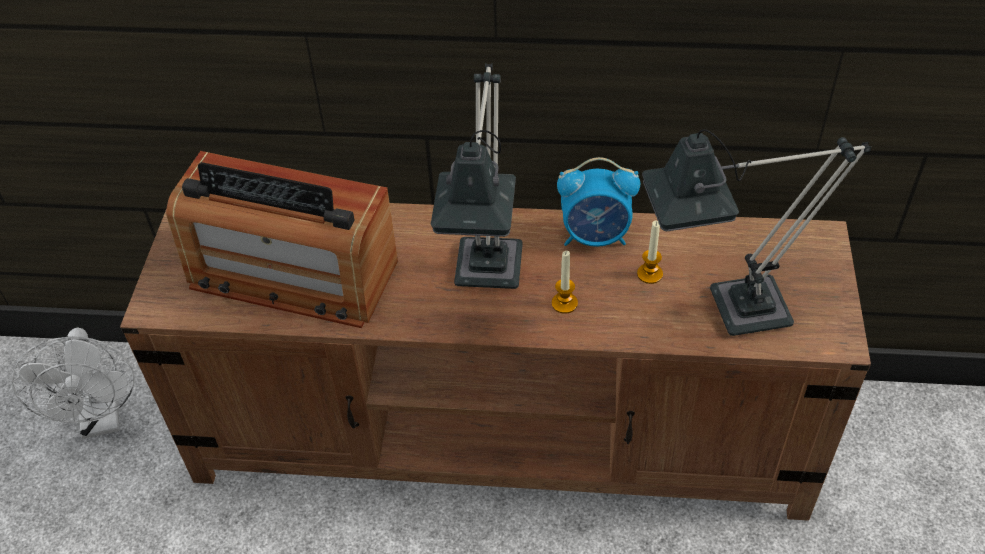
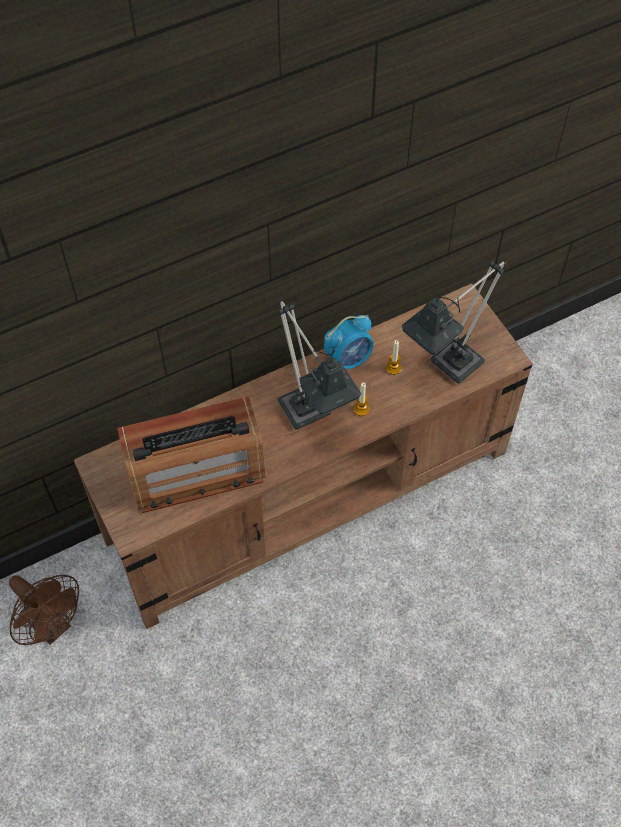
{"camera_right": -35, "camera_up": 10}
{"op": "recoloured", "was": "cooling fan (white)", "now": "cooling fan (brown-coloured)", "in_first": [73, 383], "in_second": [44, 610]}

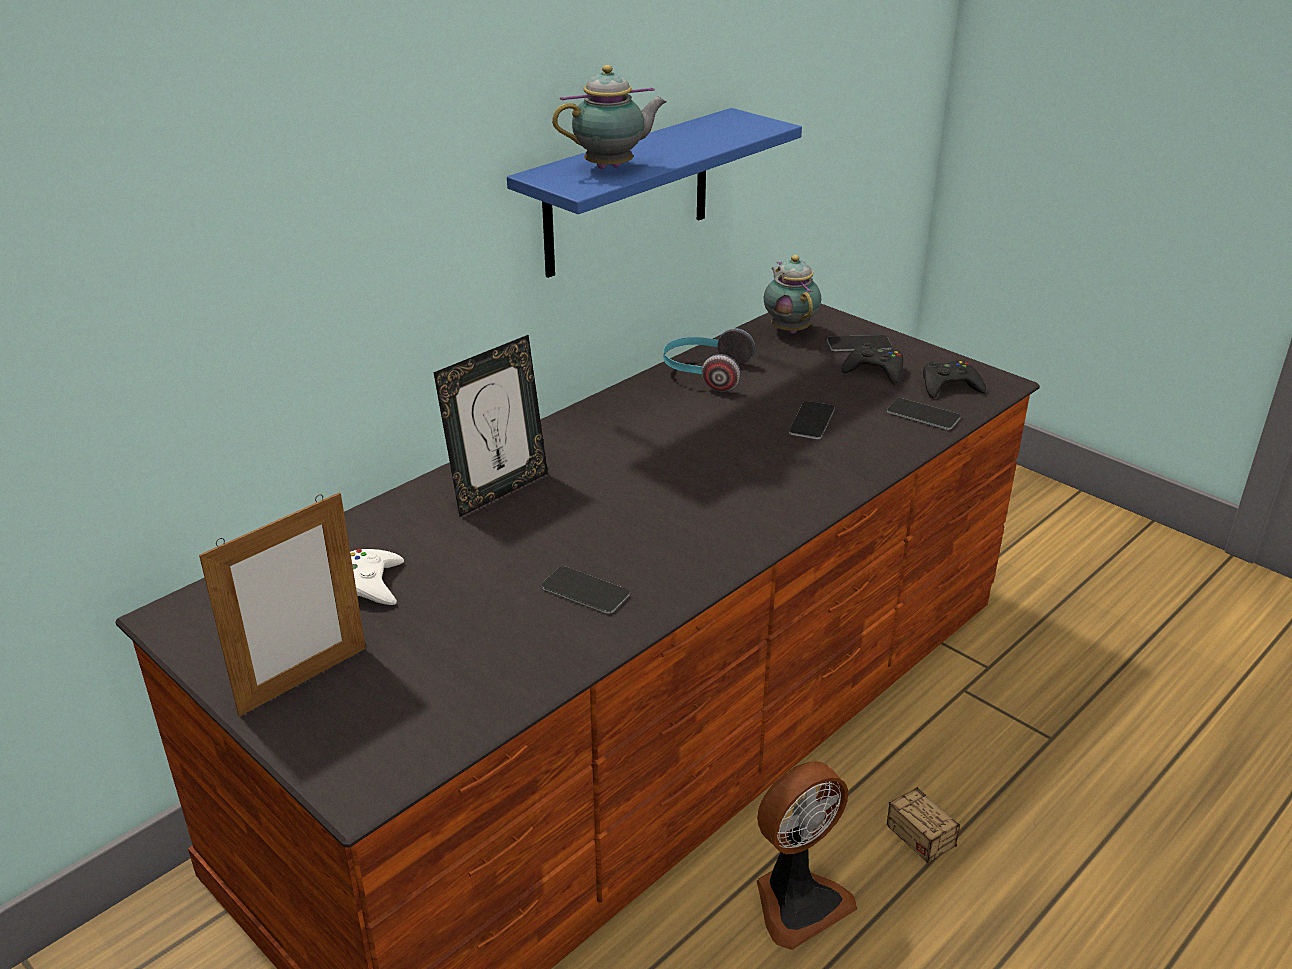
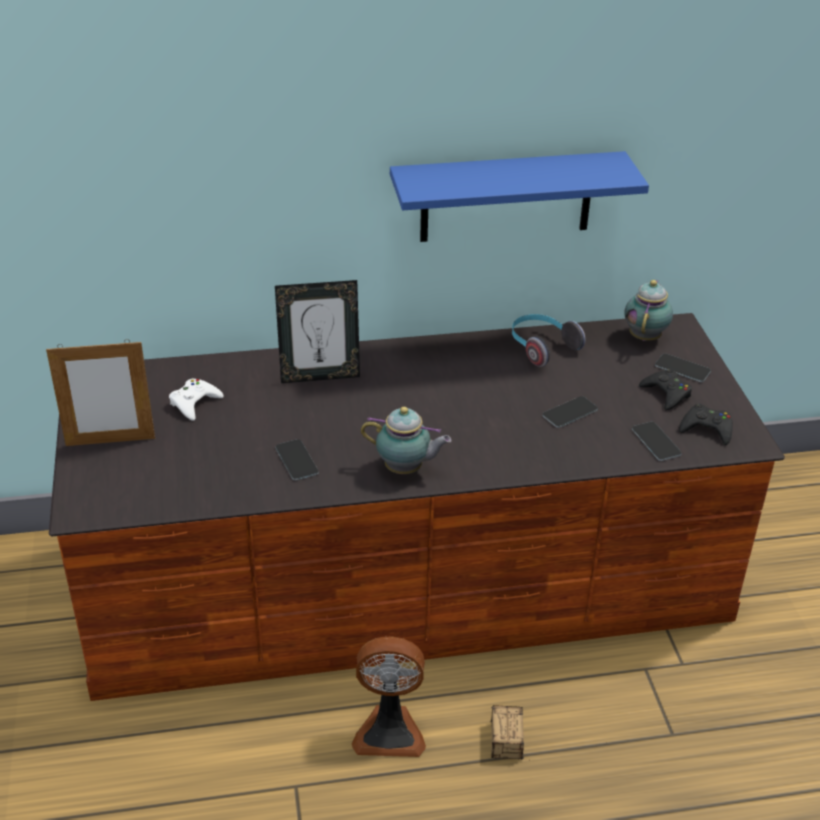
{"camera_right": 35, "camera_up": 5}
{"op": "moved", "was": "tea pot", "in_first": [609, 117], "in_second": [406, 440]}

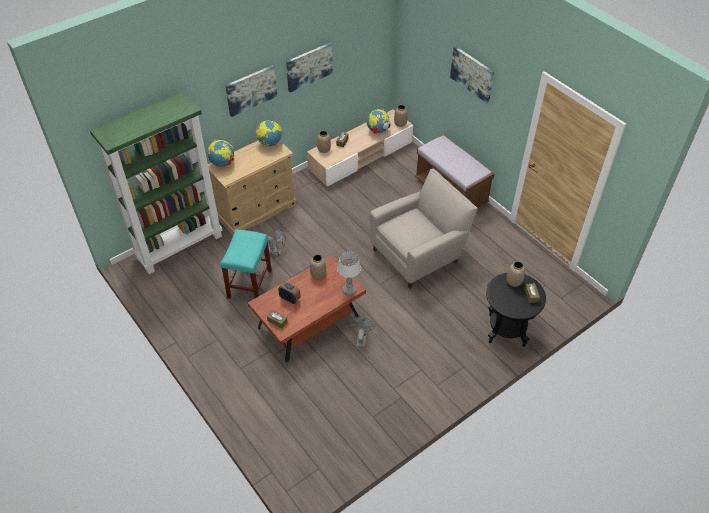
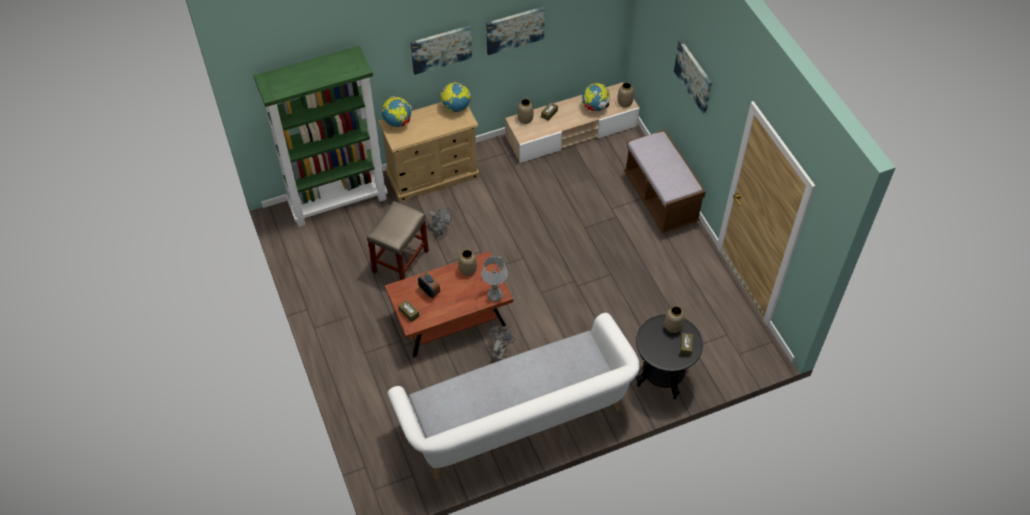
{"camera_right": 15, "camera_up": 5}
{"op": "removed", "was": "lounge chair (beige)", "in_first": [423, 229]}
{"op": "added", "now": "settee (white)", "in_second": [513, 396]}
{"op": "recoloured", "was": "stool (blue-green)", "now": "stool (beige)", "in_first": [246, 264], "in_second": [398, 240]}

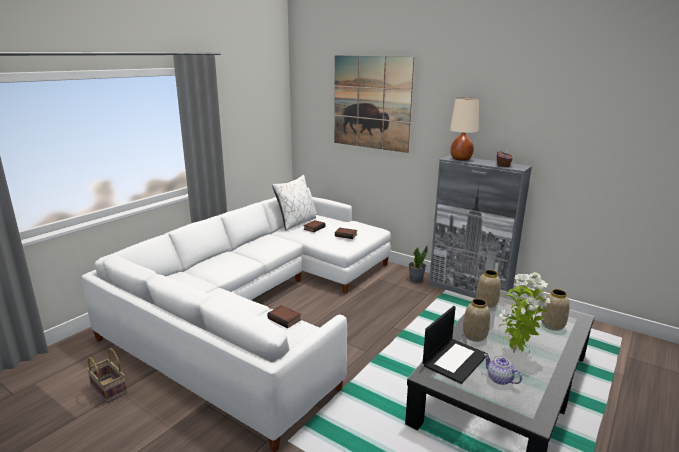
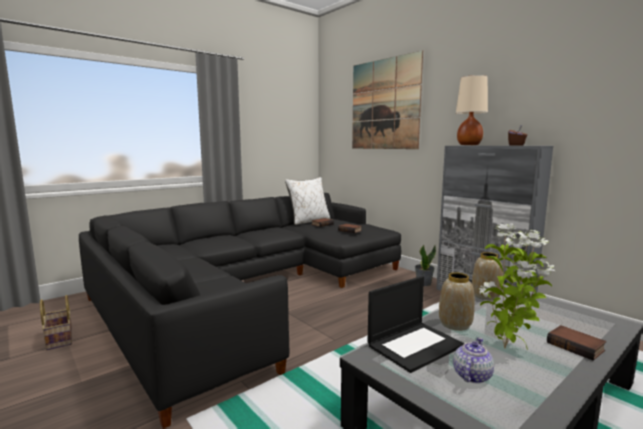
{"camera_right": 15, "camera_up": -10}
{"op": "removed", "was": "flower vase", "in_first": [555, 310]}
{"op": "moved", "was": "volume", "in_first": [284, 316], "in_second": [576, 343]}
{"op": "recoloured", "was": "settee (white)", "now": "settee (black-coloured)", "in_first": [236, 320], "in_second": [240, 311]}
{"op": "turned", "was": "tea pot", "in_first": [502, 369], "in_second": [473, 360], "clockwise": 60}

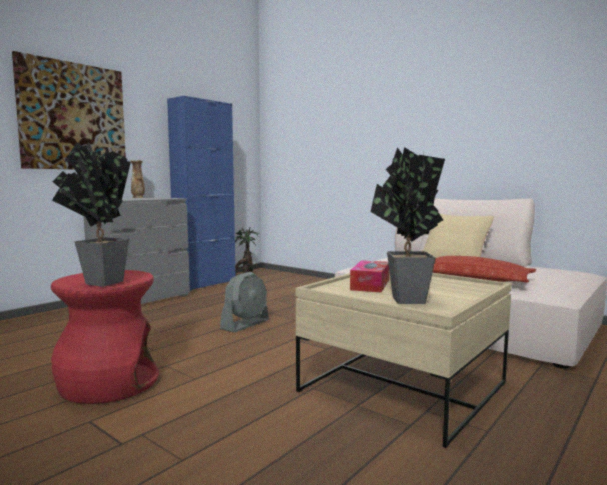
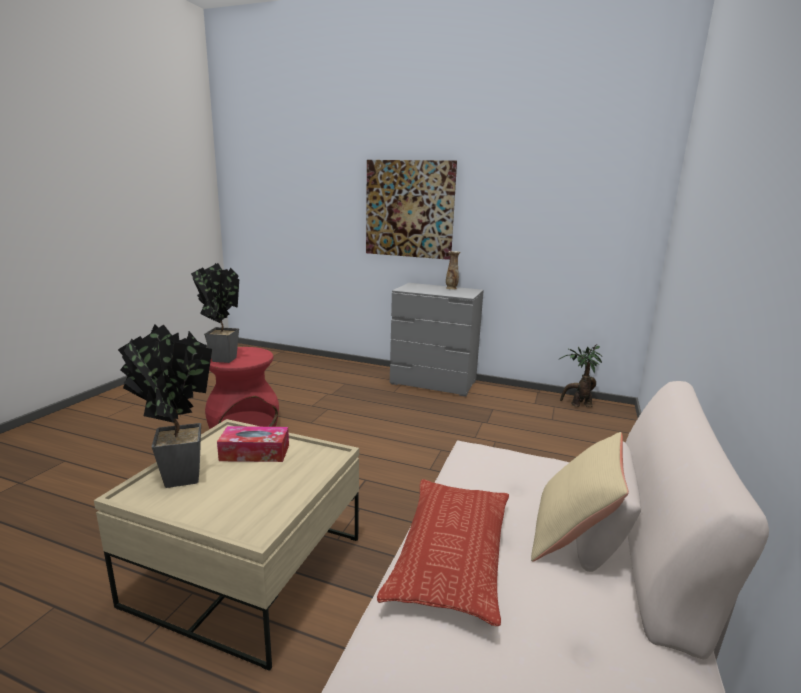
{"camera_right": 70, "camera_up": 10}
{"op": "removed", "was": "cupboard (blue)", "in_first": [201, 193]}
{"op": "removed", "was": "cooling fan (gray)", "in_first": [244, 302]}

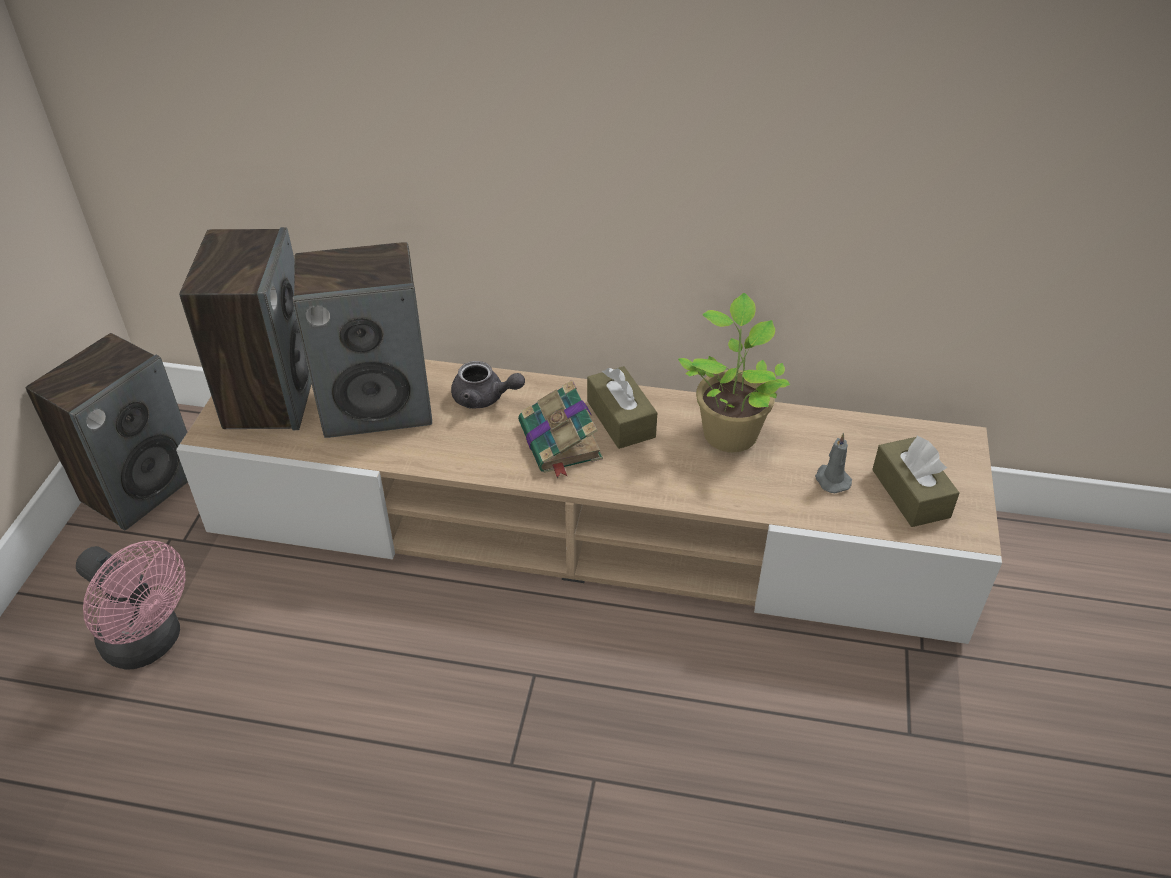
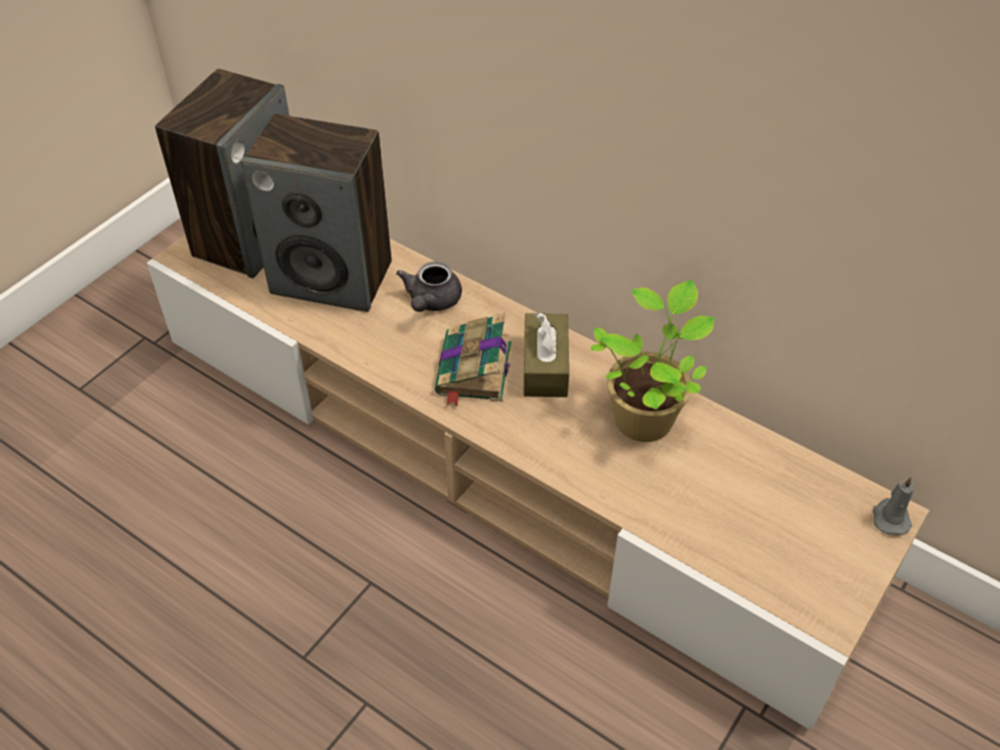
{"camera_right": 25, "camera_up": 5}
{"op": "removed", "was": "audio speaker", "in_first": [107, 431]}
{"op": "removed", "was": "cooling fan (pink)", "in_first": [131, 605]}
{"op": "removed", "was": "tissue box (brown-coloured)", "in_first": [916, 481]}
{"op": "moved", "was": "wax candle (gray)", "in_first": [833, 463], "in_second": [893, 505]}
{"op": "turned", "was": "tea pot (gray)", "in_first": [488, 385], "in_second": [429, 287], "clockwise": 60}

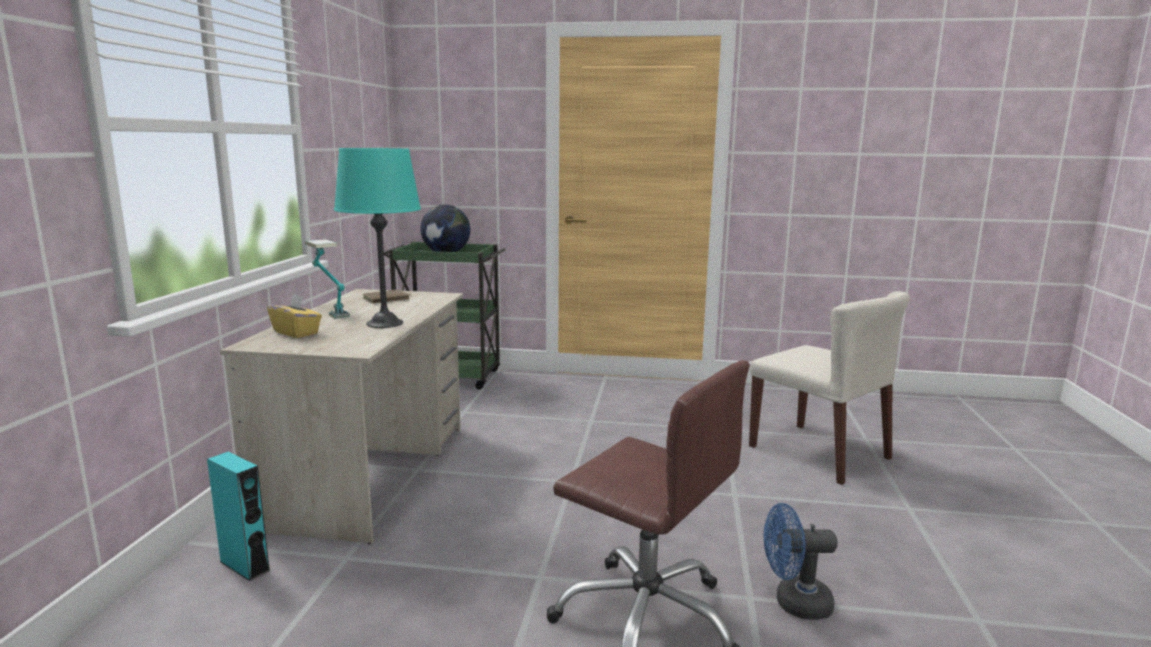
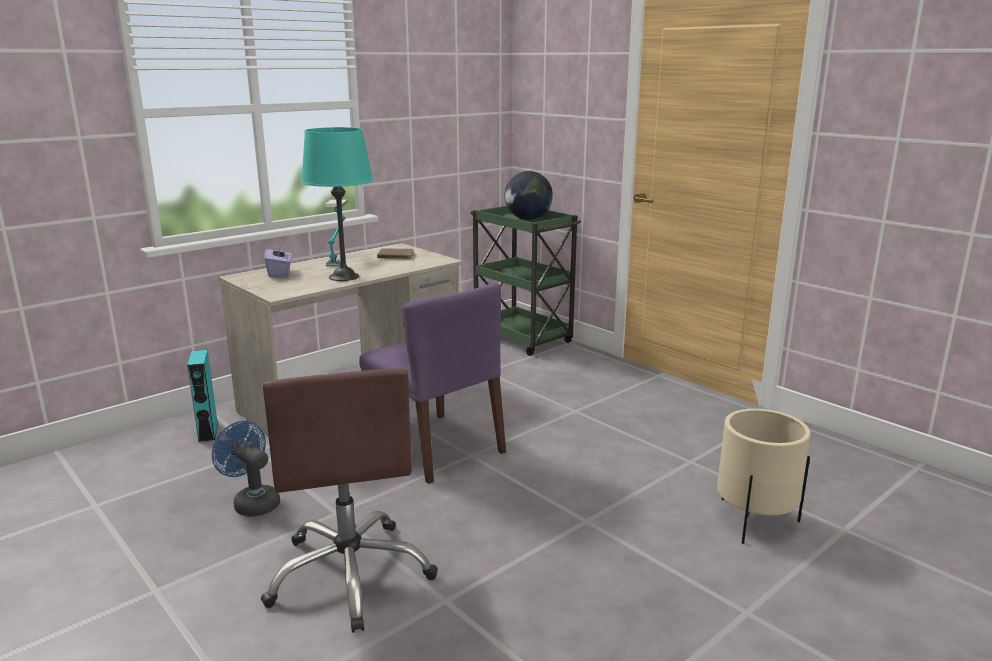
{"camera_right": 40, "camera_up": 5}
{"op": "added", "now": "plain chair (purplish)", "in_second": [432, 383]}
{"op": "moved", "was": "cooling fan (blue)", "in_first": [801, 561], "in_second": [246, 469]}
{"op": "replaced", "was": "plain chair (beige)", "now": "flower pot (beige)", "in_first": [829, 388], "in_second": [764, 476]}
{"op": "recoloured", "was": "tissue box (yellowish)", "now": "tissue box (purplish)", "in_first": [294, 316], "in_second": [278, 260]}

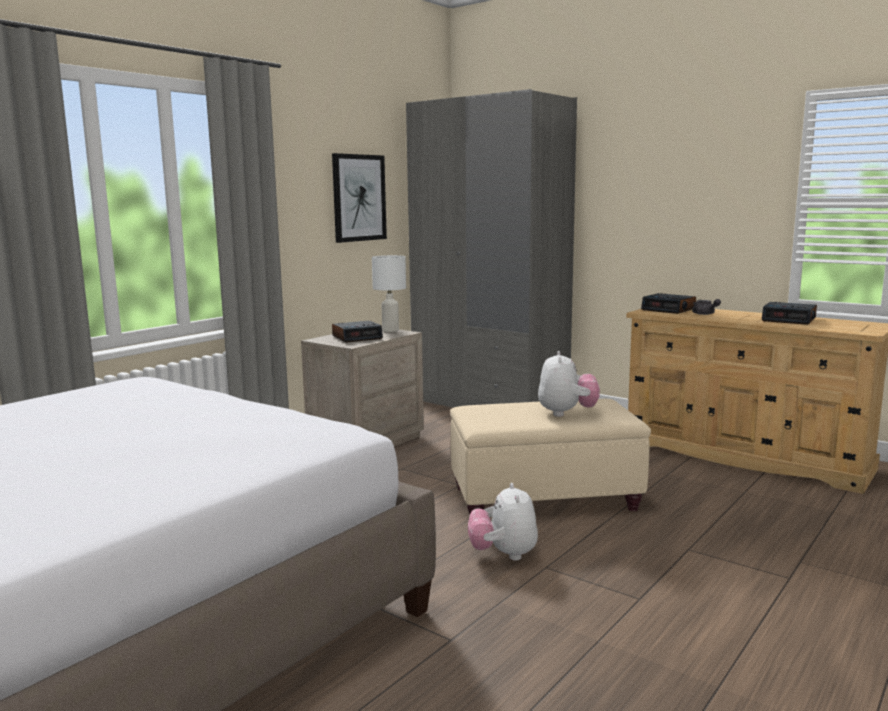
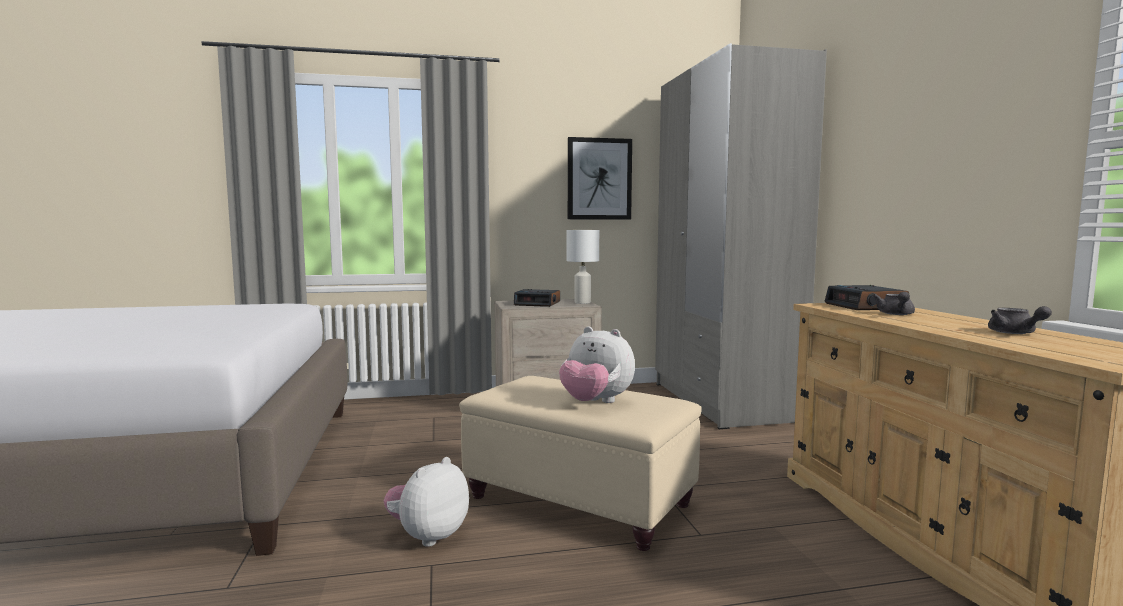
{"camera_right": 40, "camera_up": -5}
{"op": "replaced", "was": "table clock", "now": "tea pot (gray)", "in_first": [789, 313], "in_second": [1020, 320]}
{"op": "turned", "was": "plush toy", "in_first": [569, 384], "in_second": [597, 364], "clockwise": 75}

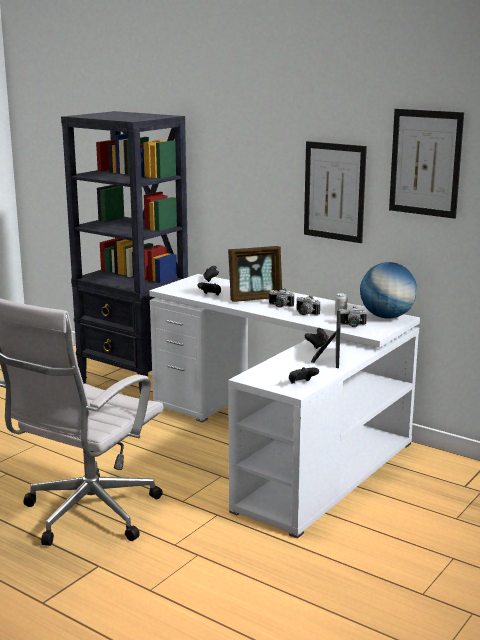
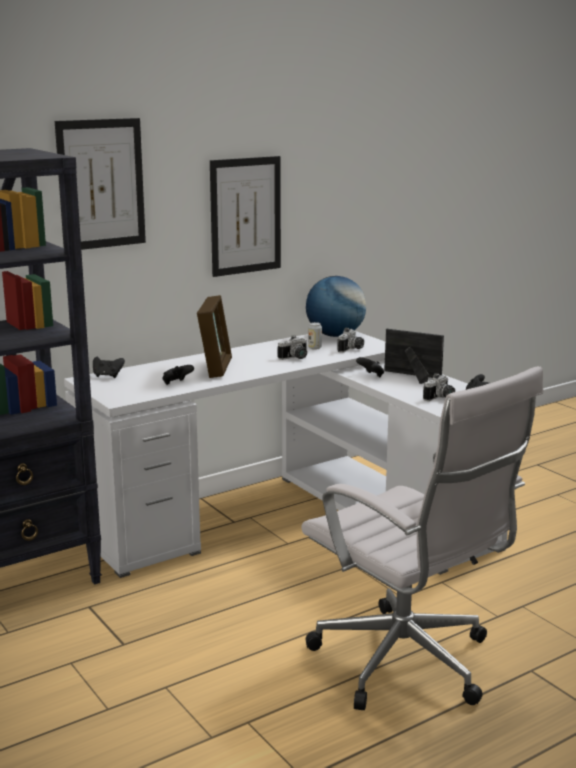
{"camera_right": -70, "camera_up": 0}
{"op": "moved", "was": "still camera", "in_first": [281, 298], "in_second": [439, 387]}
{"op": "moved", "was": "wall picture", "in_first": [426, 164], "in_second": [100, 184]}

